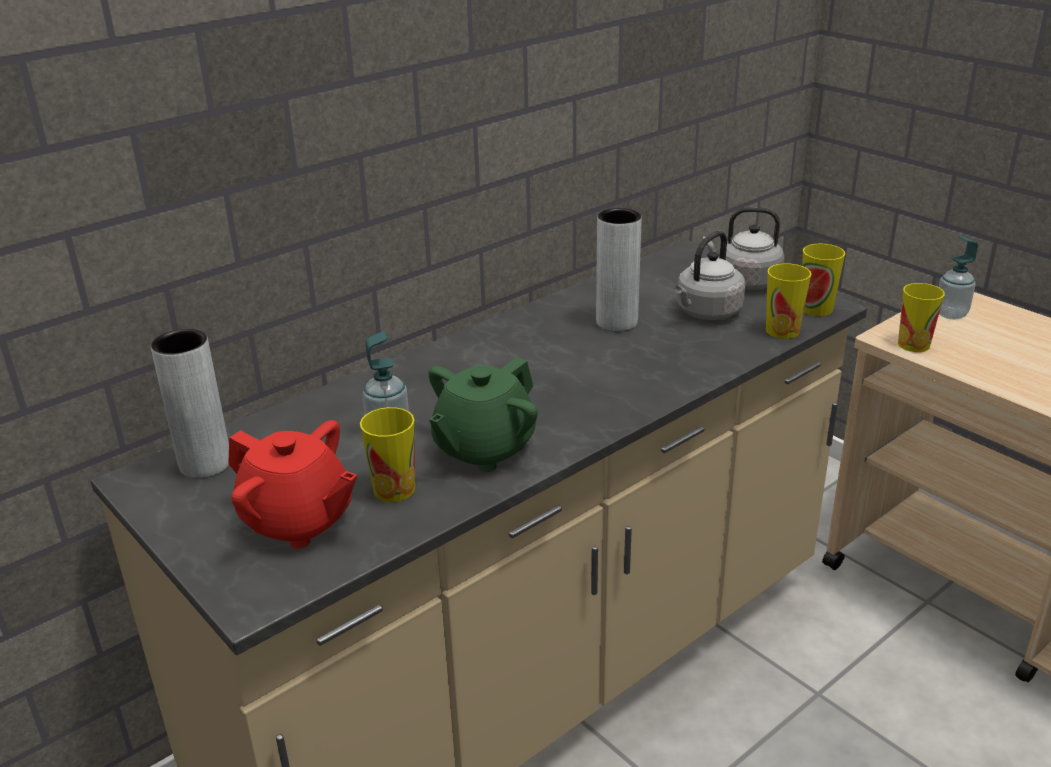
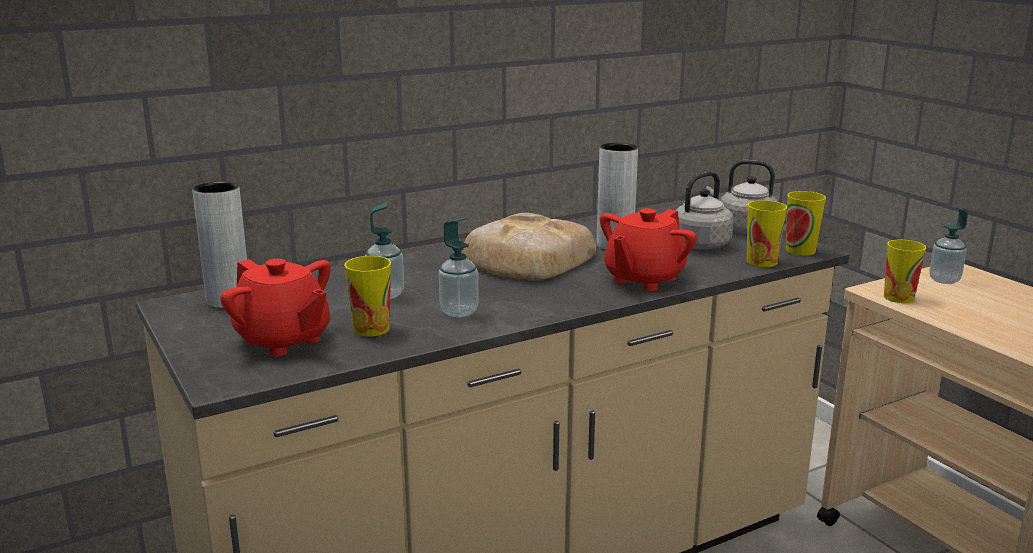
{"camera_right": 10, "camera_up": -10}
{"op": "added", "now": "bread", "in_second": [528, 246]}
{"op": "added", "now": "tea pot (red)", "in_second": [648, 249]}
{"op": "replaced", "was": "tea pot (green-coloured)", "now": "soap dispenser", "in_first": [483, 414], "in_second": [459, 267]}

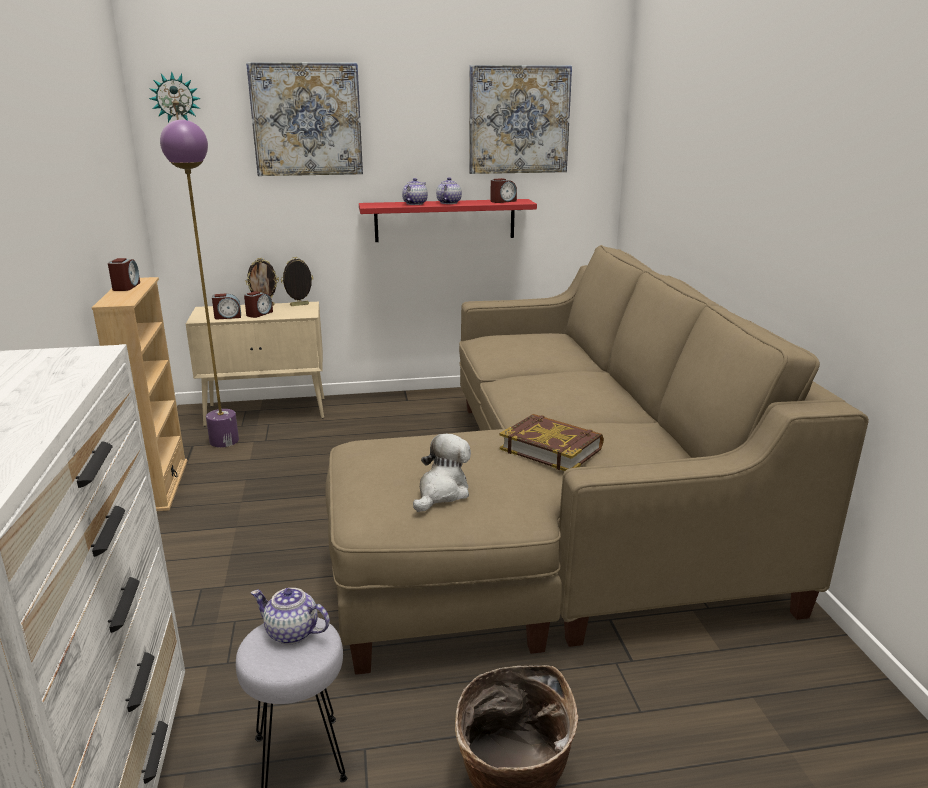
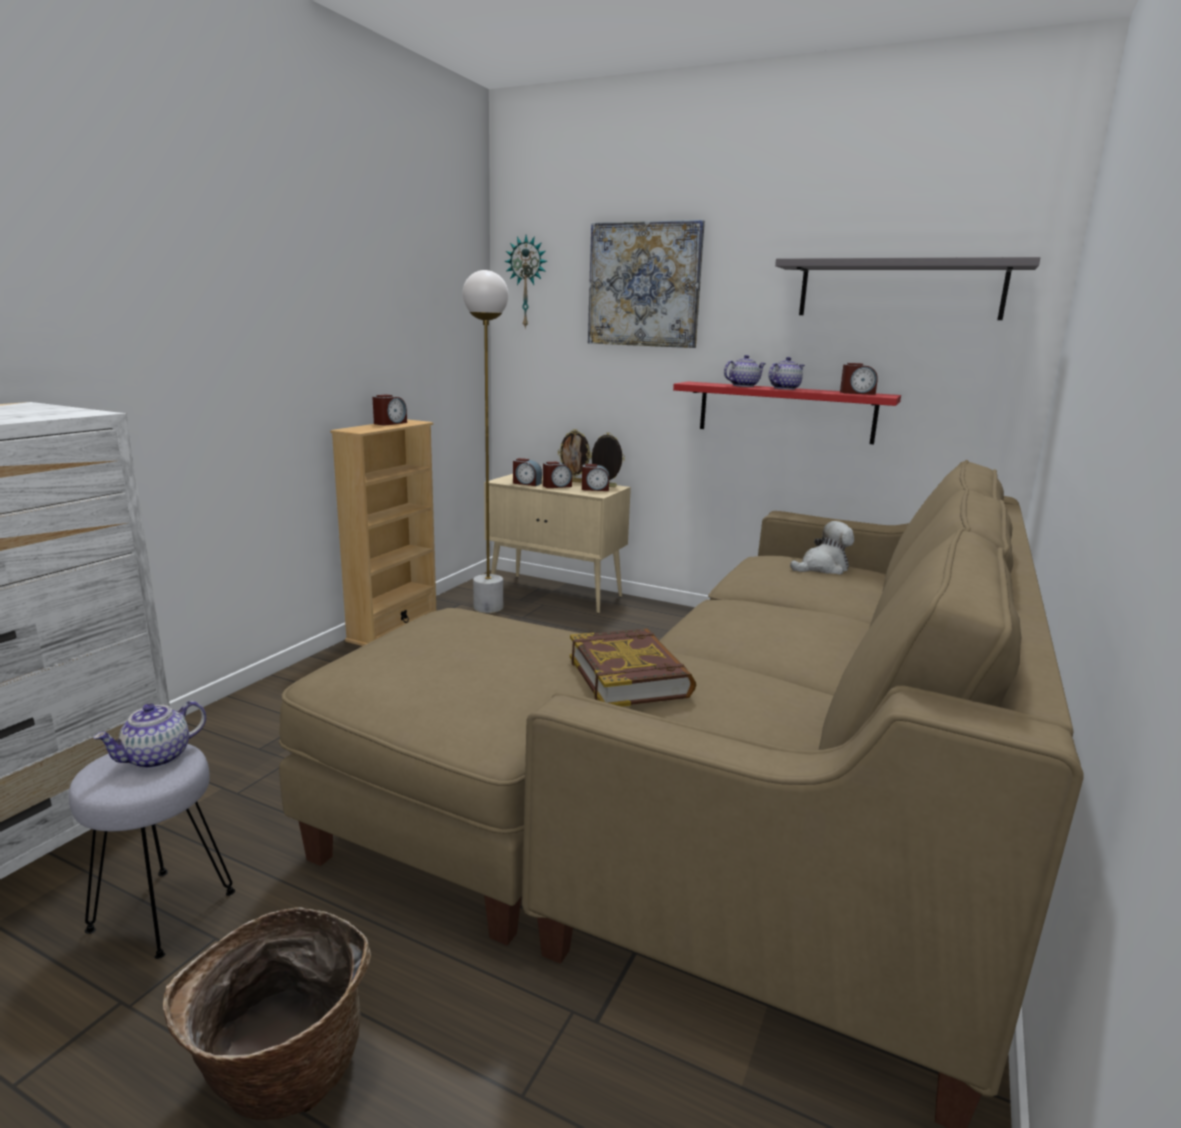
{"camera_right": 35, "camera_up": -5}
{"op": "added", "now": "table clock", "in_second": [595, 477]}
{"op": "moved", "was": "plush toy", "in_first": [442, 473], "in_second": [822, 548]}
{"op": "replaced", "was": "wall picture", "now": "shelf (gray)", "in_first": [520, 119], "in_second": [907, 288]}
{"op": "recoloured", "was": "standard lamp (purplish)", "now": "standard lamp (white)", "in_first": [199, 284], "in_second": [486, 441]}
{"op": "turned", "was": "tea pot", "in_first": [290, 616], "in_second": [149, 735], "clockwise": -105}

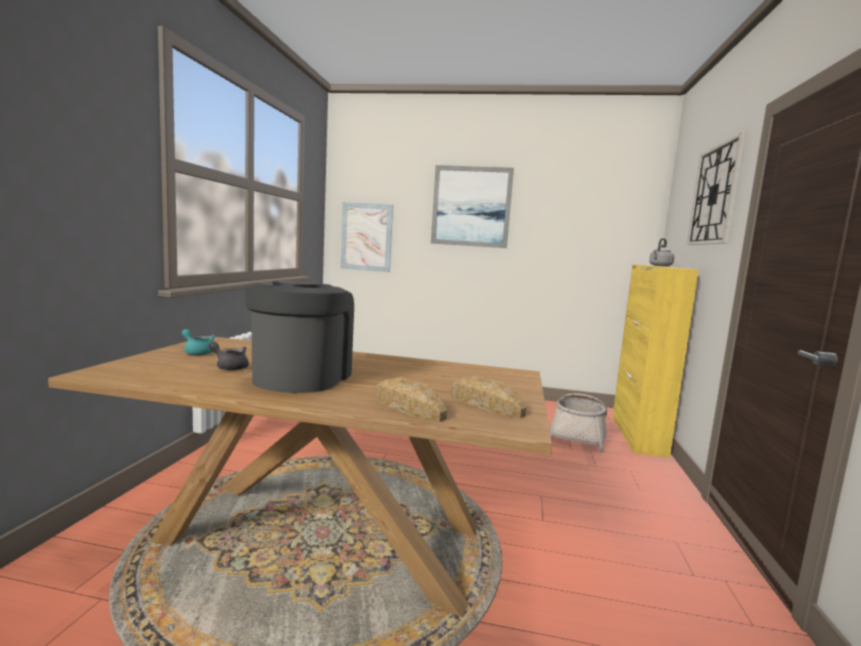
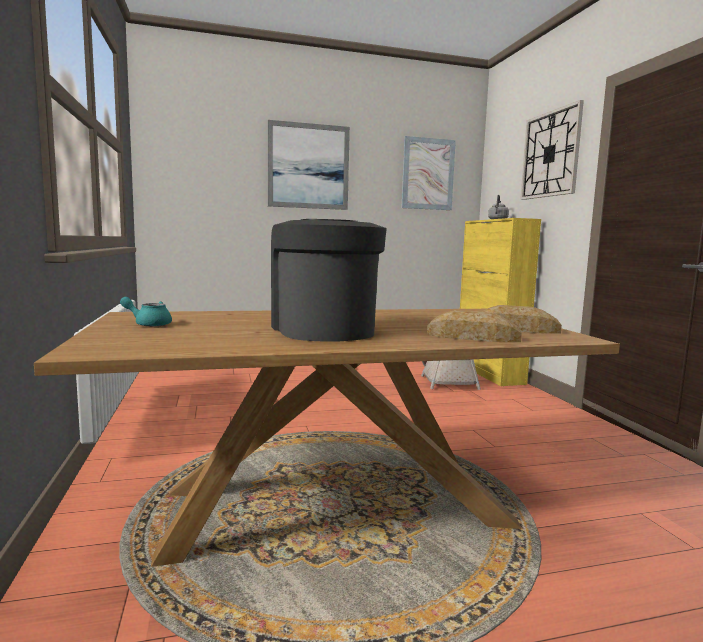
{"camera_right": -25, "camera_up": 0}
{"op": "removed", "was": "tea pot (gray)", "in_first": [229, 356]}
{"op": "moved", "was": "wall picture", "in_first": [366, 237], "in_second": [429, 173]}

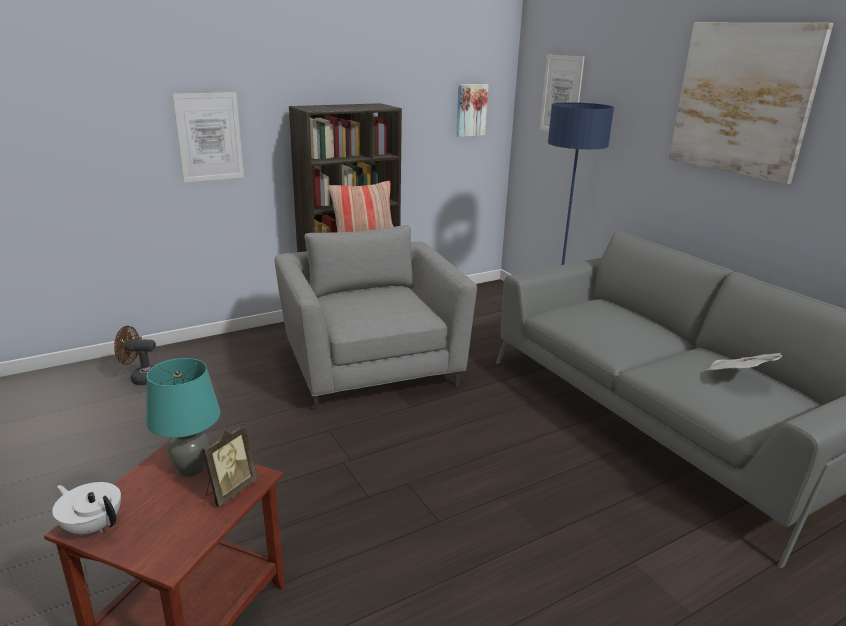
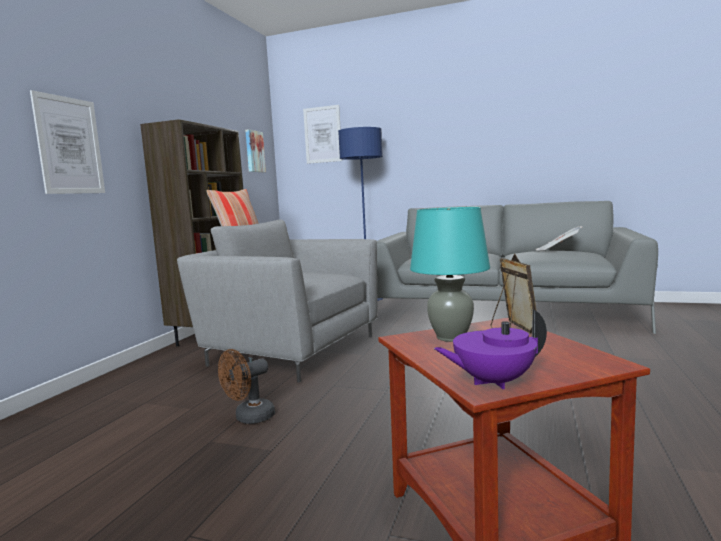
{"camera_right": -40, "camera_up": -15}
{"op": "removed", "was": "wall picture", "in_first": [751, 103]}
{"op": "moved", "was": "cooling fan (brown-coloured)", "in_first": [135, 355], "in_second": [246, 386]}
{"op": "recoloured", "was": "tea pot (white)", "now": "tea pot (purplish)", "in_first": [86, 509], "in_second": [490, 349]}

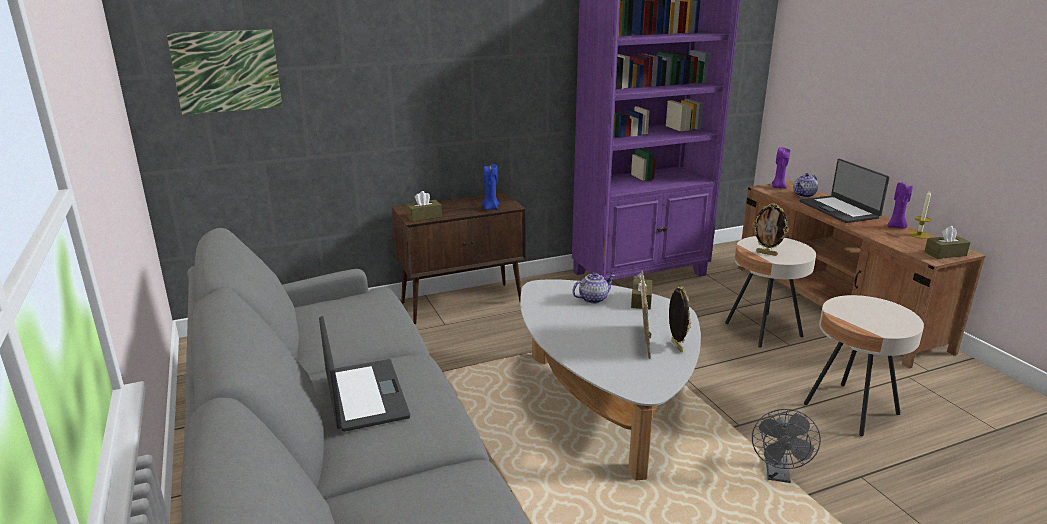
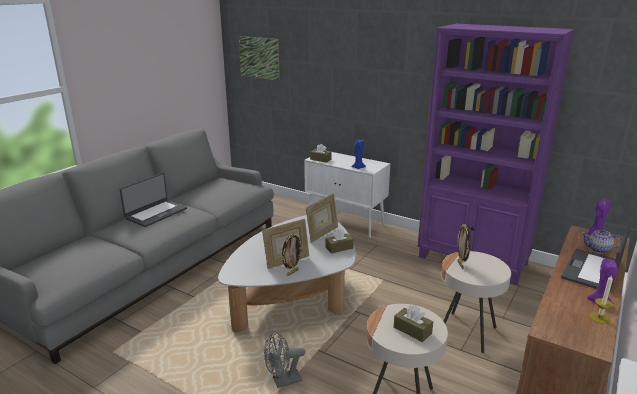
{"camera_right": 55, "camera_up": 0}
{"op": "moved", "was": "tissue box (brown-coloured)", "in_first": [947, 242], "in_second": [413, 323]}
{"op": "replaced", "was": "tea pot", "now": "photo frame", "in_first": [593, 288], "in_second": [322, 217]}
{"op": "recoloured", "was": "cupboard (brown-coloured)", "now": "cupboard (white)", "in_first": [459, 258], "in_second": [347, 194]}

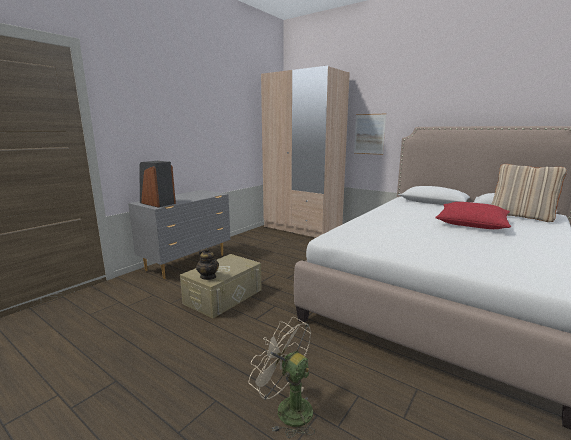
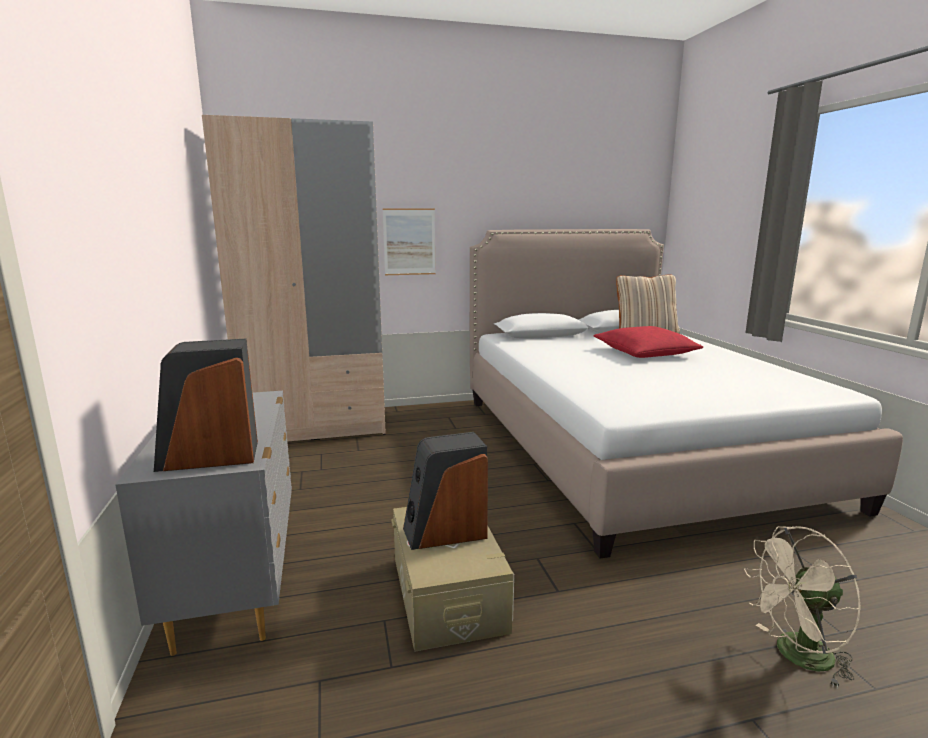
{"camera_right": -50, "camera_up": 0}
{"op": "removed", "was": "tea pot", "in_first": [207, 264]}
{"op": "added", "now": "audio speaker", "in_second": [445, 491]}

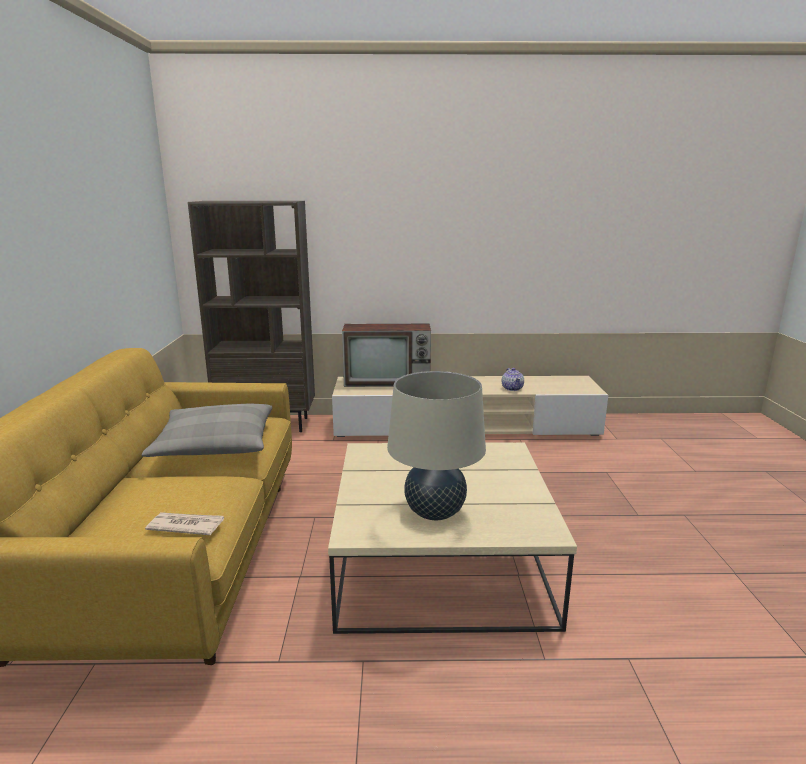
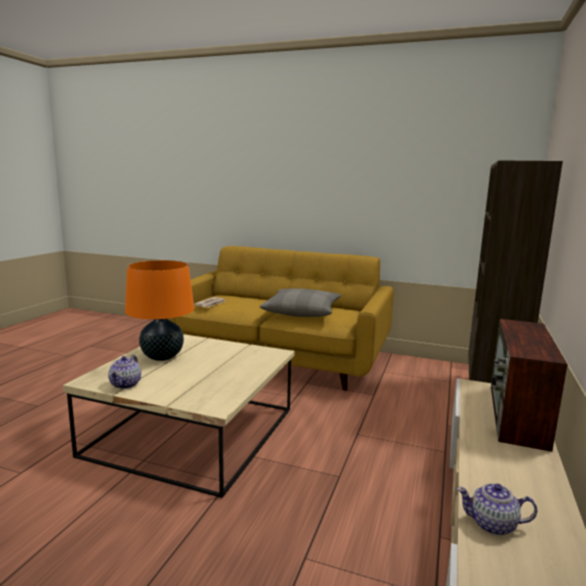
{"camera_right": 110, "camera_up": -5}
{"op": "added", "now": "tea pot", "in_second": [124, 372]}
{"op": "recoloured", "was": "tabletop lamp (beige)", "now": "tabletop lamp (orangey)", "in_first": [436, 445], "in_second": [159, 310]}

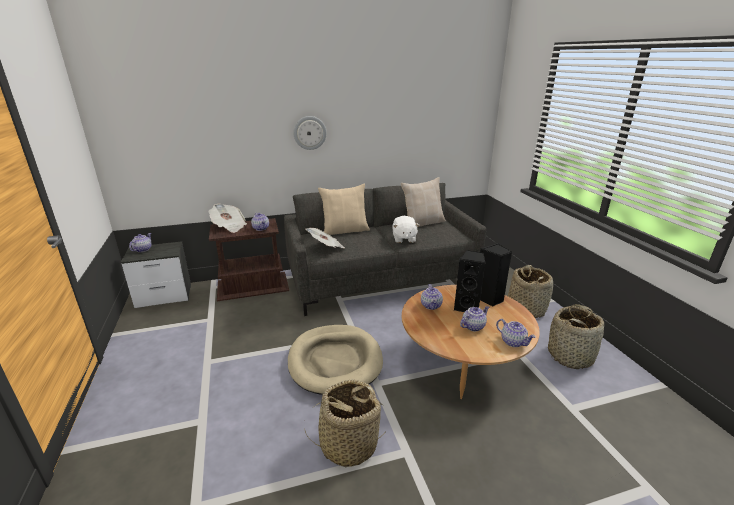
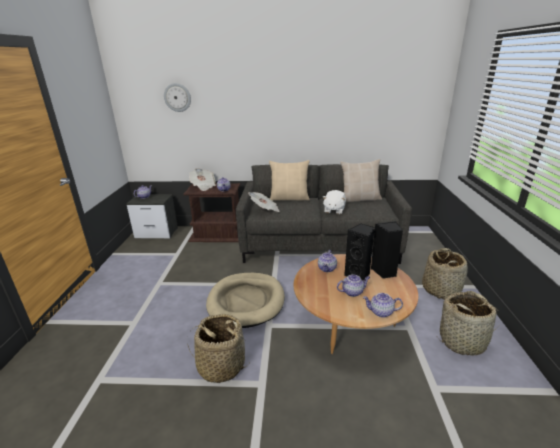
{"camera_right": 20, "camera_up": 0}
{"op": "moved", "was": "clock on the wall", "in_first": [309, 133], "in_second": [177, 97]}
{"op": "turned", "was": "tea pot", "in_first": [516, 333], "in_second": [383, 305], "clockwise": 120}

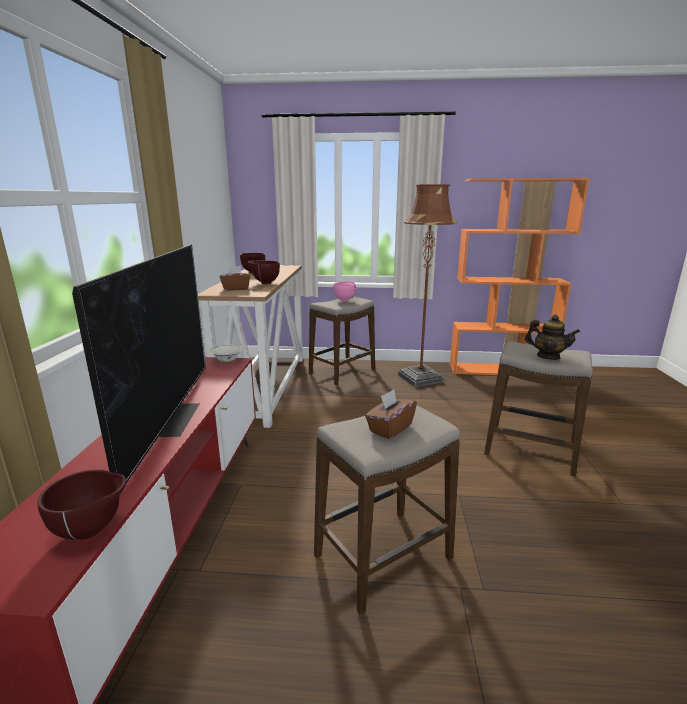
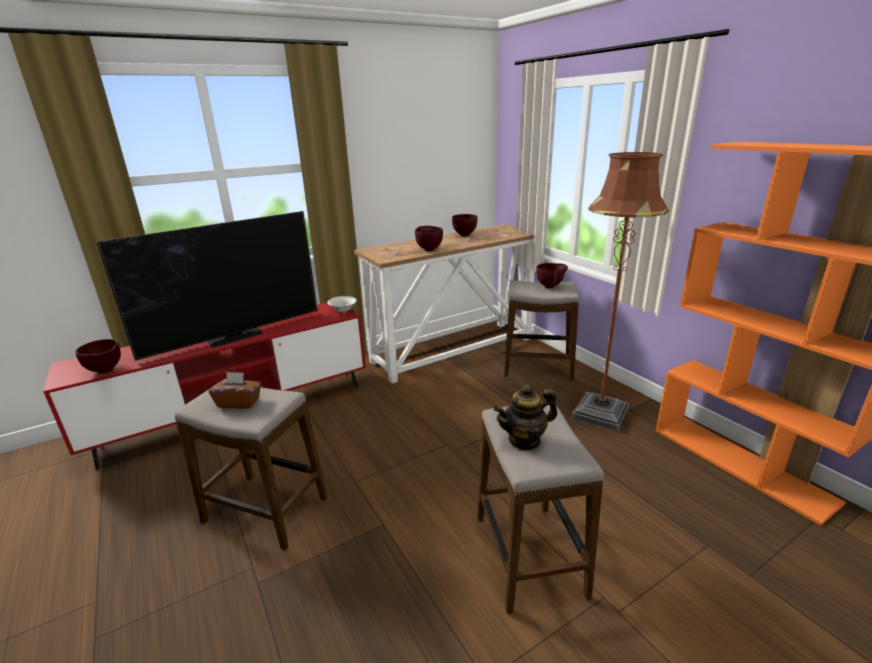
{"camera_right": 55, "camera_up": 5}
{"op": "removed", "was": "tissue box (brown-coloured)", "in_first": [235, 278]}
{"op": "recoloured", "was": "bowl (pink)", "now": "bowl (brown-coloured)", "in_first": [344, 291], "in_second": [552, 275]}
{"op": "turned", "was": "tea pot", "in_first": [552, 337], "in_second": [526, 417], "clockwise": 75}

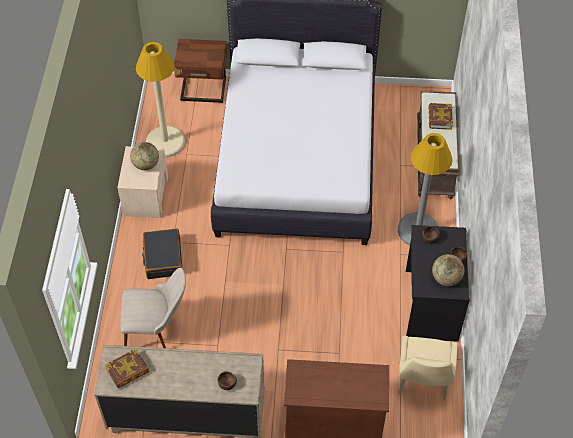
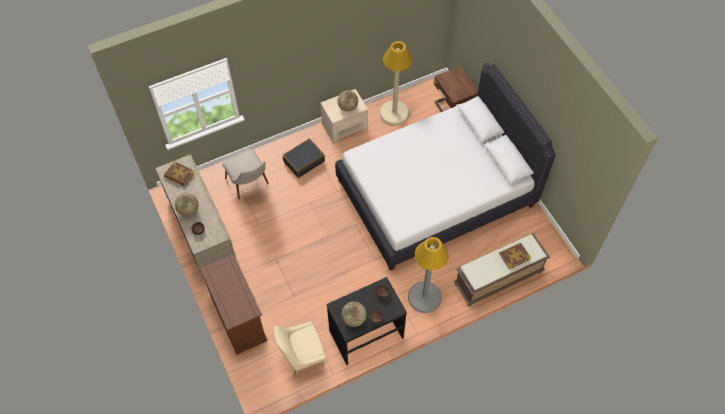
{"camera_right": 60, "camera_up": 5}
{"op": "added", "now": "globe", "in_second": [187, 204]}

